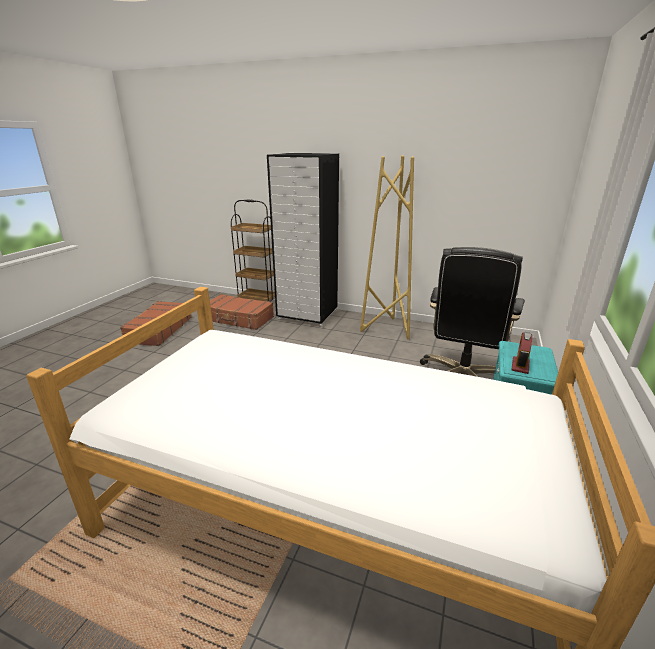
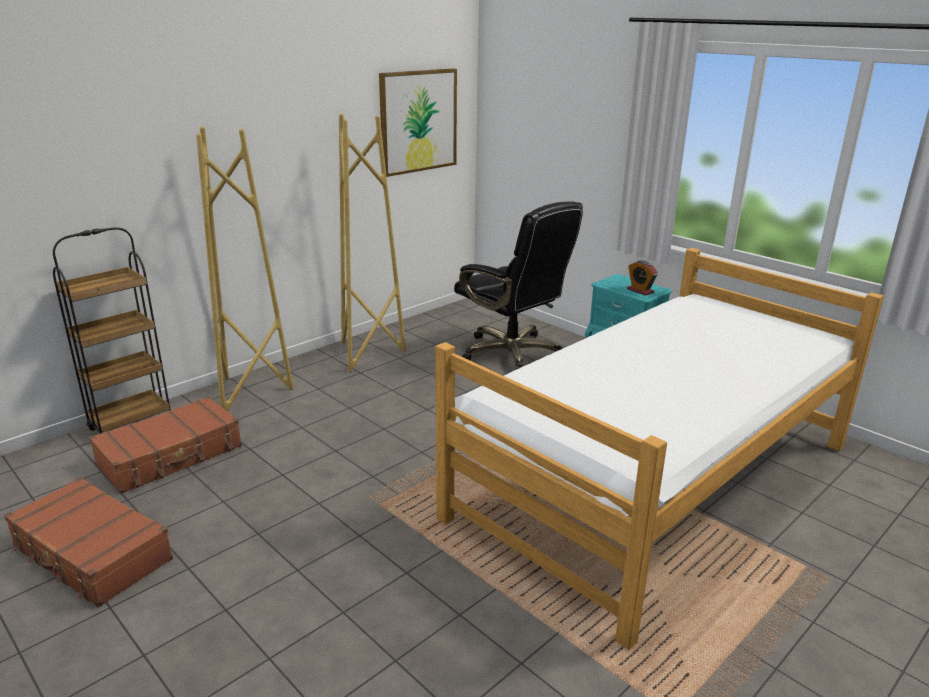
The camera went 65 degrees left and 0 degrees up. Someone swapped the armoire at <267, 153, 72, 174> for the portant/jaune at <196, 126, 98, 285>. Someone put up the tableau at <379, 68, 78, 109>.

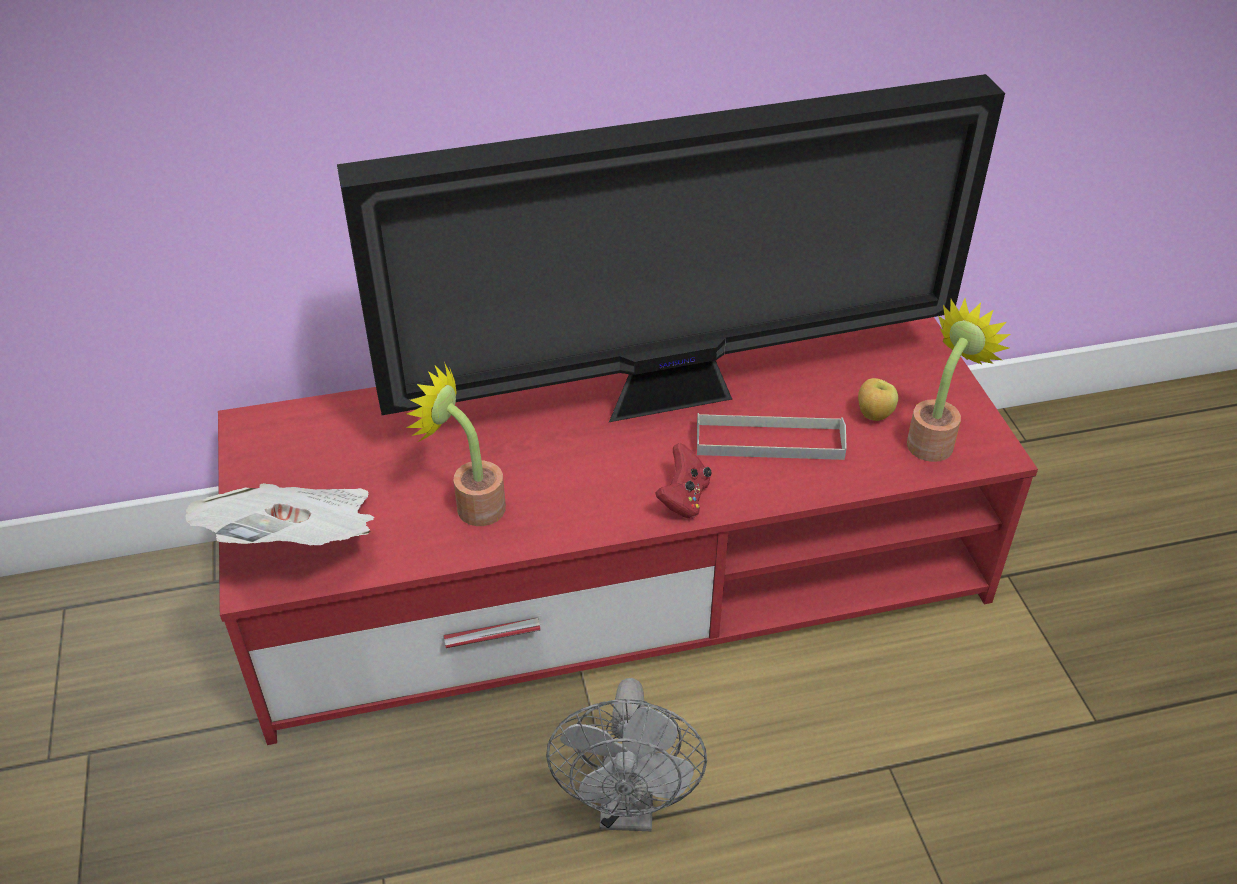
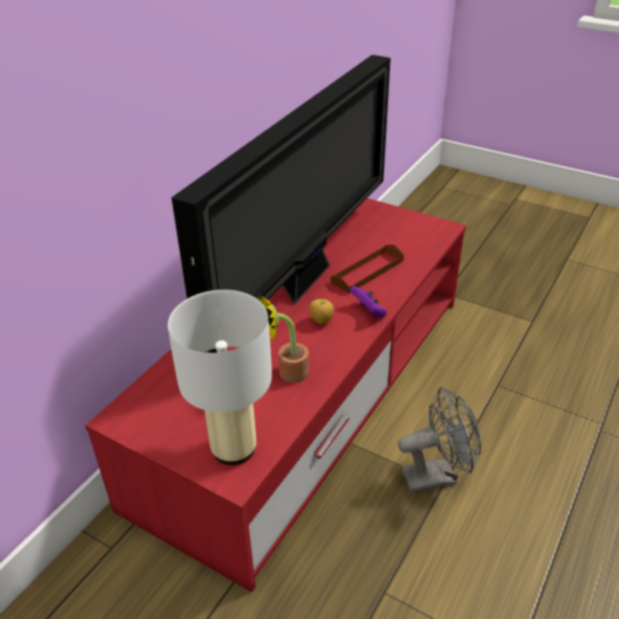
The camera went 45 degrees left and 5 degrees down. Someone swapped the journal at <185, 483, 190, 62> for the lampe de table/blanc at <168, 290, 104, 175>. Someone carried the pomme from <858, 378, 40, 43> to <309, 299, 25, 25>. Someone repainted the plateau/gris at <697, 413, 150, 47>, which became the plateau/marron at <331, 245, 73, 49>. Someone repainted the manette/rouge at <655, 443, 57, 75>, which became the manette/violet at <350, 286, 37, 32>. Someone rotated the ventilateur/gris at <546, 678, 161, 153> by 60 degrees counterclockwise. Someone took away the plante en pot at <907, 298, 103, 164>.

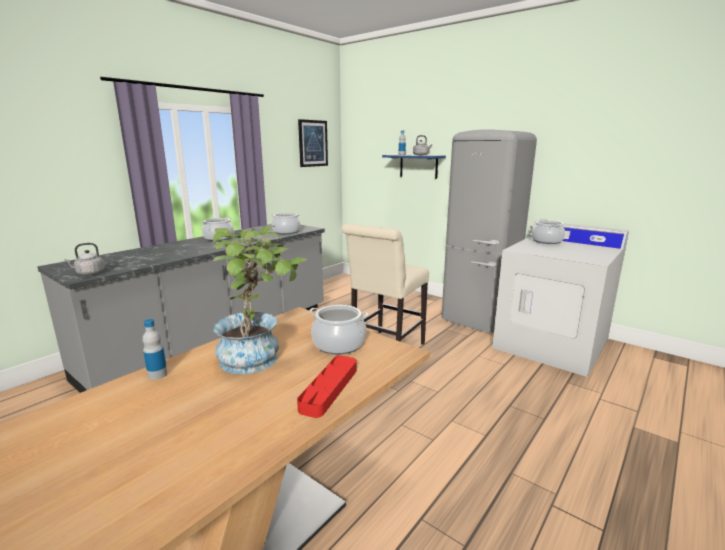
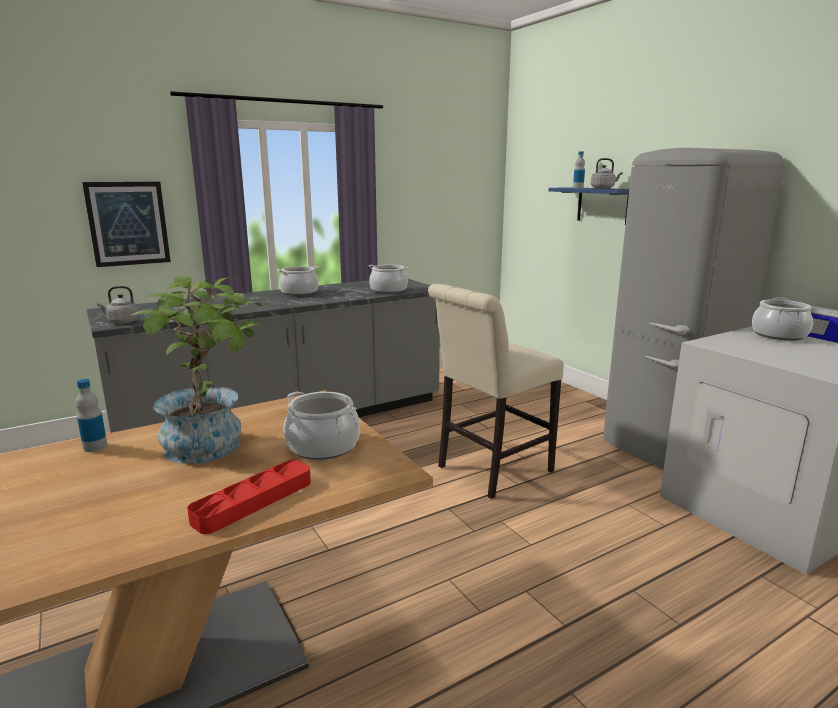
The camera went 20 degrees right and 0 degrees up. Someone carried the tableau from <298, 119, 30, 48> to <82, 182, 89, 85>.

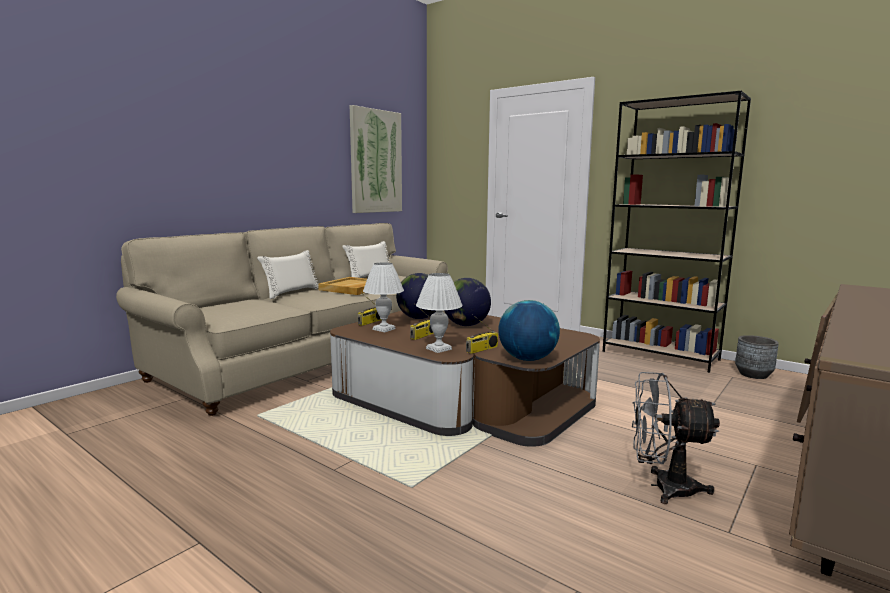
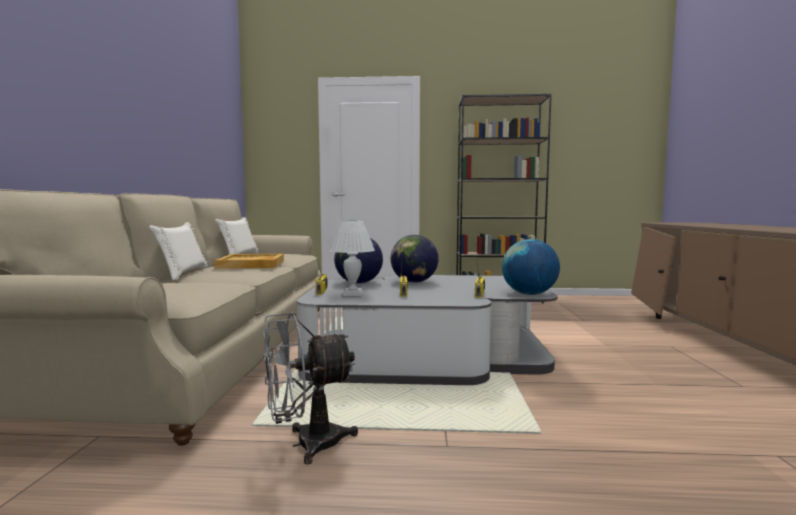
The camera went 35 degrees left and 5 degrees down. Someone carried the ventilateur/gris from <632, 372, 88, 132> to <263, 312, 95, 153>. Someone repainted the table basse/marron at <330, 311, 270, 136>, which became the table basse/gris at <297, 275, 261, 110>. Someone took away the tableau at <350, 105, 52, 108>. Someone took away the lampe de table/blanc at <416, 273, 47, 80>. Someone took away the cache-pot/gris at <735, 335, 44, 44>.

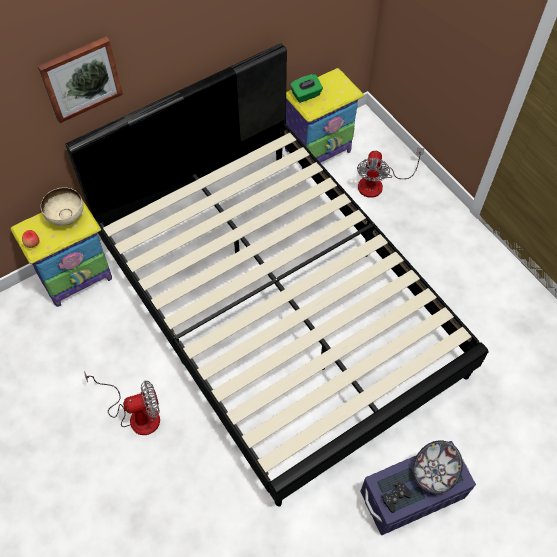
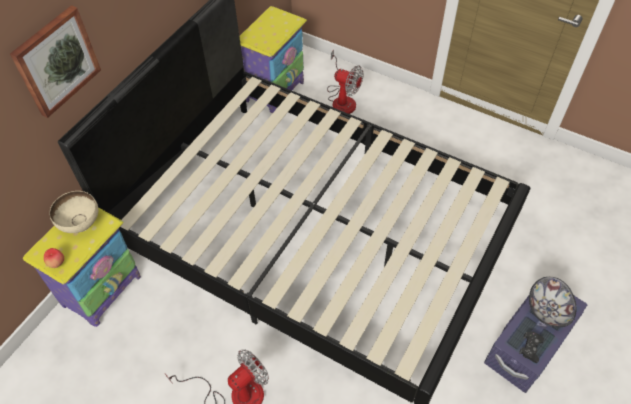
The camera went 25 degrees left and 5 degrees down. Someone rotated the ventilateur at <357, 148, 68, 50> by 45 degrees counterclockwise. Someone took away the boîte à mouchoirs/vert at <290, 74, 33, 29>.

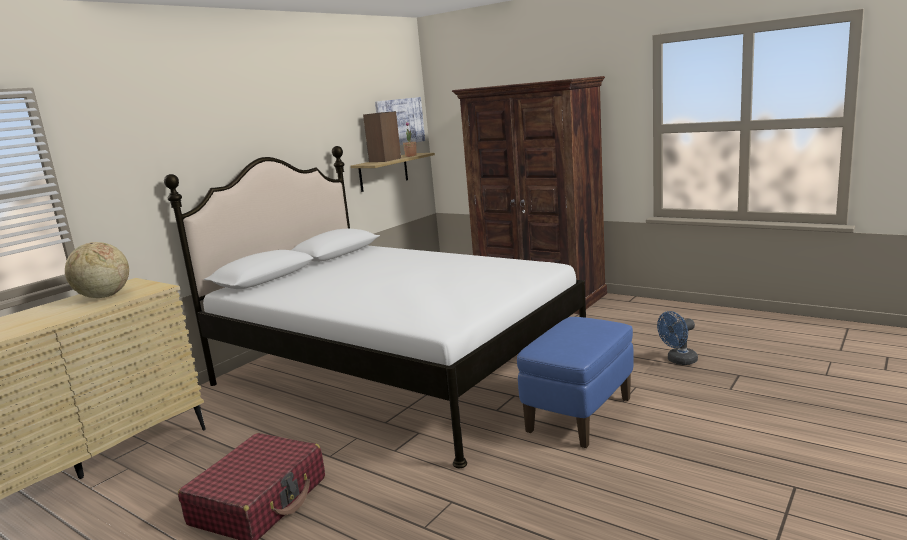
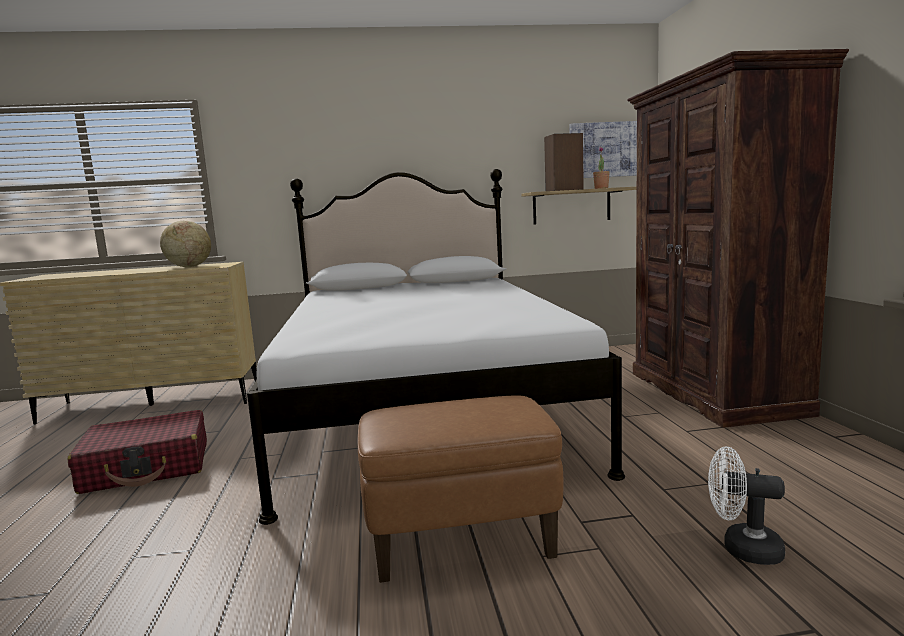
The camera went 45 degrees right and 5 degrees down. Someone repainted the pouf/bleu at <517, 317, 117, 131>, which became the pouf/marron at <358, 395, 205, 188>. Someone repainted the ventilateur/bleu at <657, 311, 41, 54>, which became the ventilateur/blanc at <708, 446, 77, 119>.

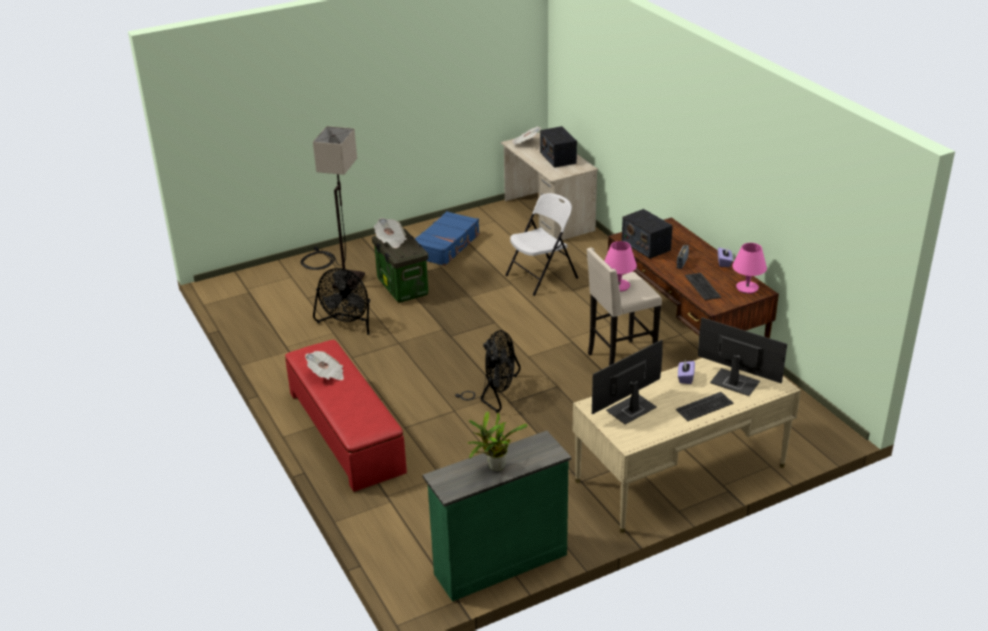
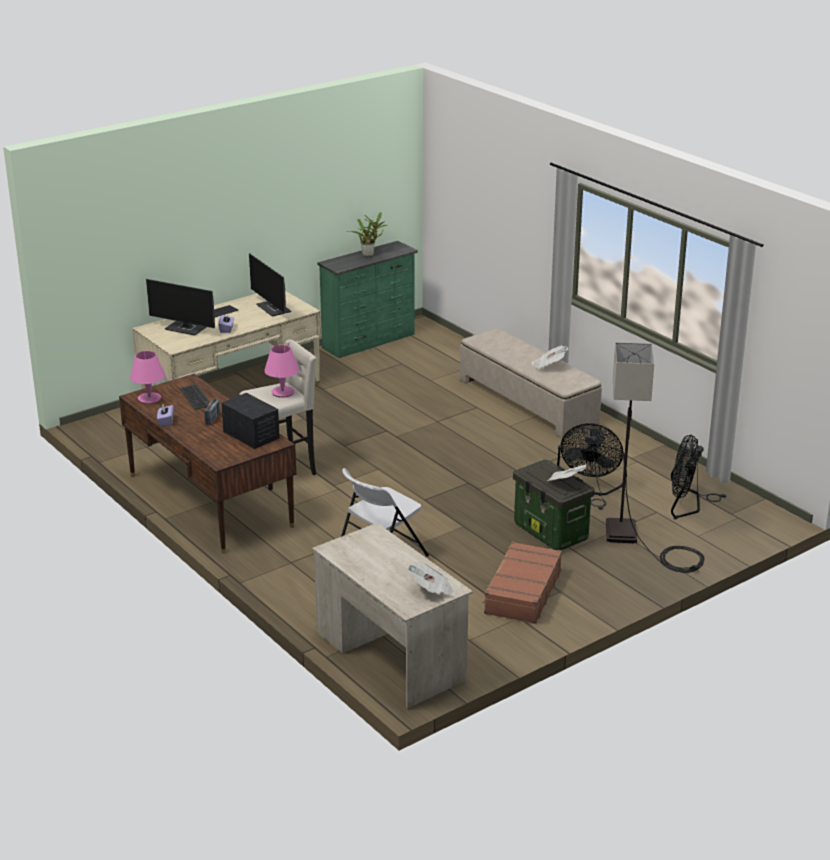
The camera went 170 degrees right and 5 degrees down. Someone rotated the écran d'ordinateur at <592, 340, 71, 84> by 105 degrees clockwise. Someone repainted the banc/rouge at <285, 340, 122, 152>, which became the banc/beige at <460, 328, 142, 110>. Someone repainted the valise/bleu at <415, 211, 65, 55>, which became the valise/marron at <482, 541, 80, 83>. Someone carried the ventilateur/noir from <455, 330, 66, 83> to <671, 435, 56, 84>. Someone took away the radio at <540, 126, 37, 42>.

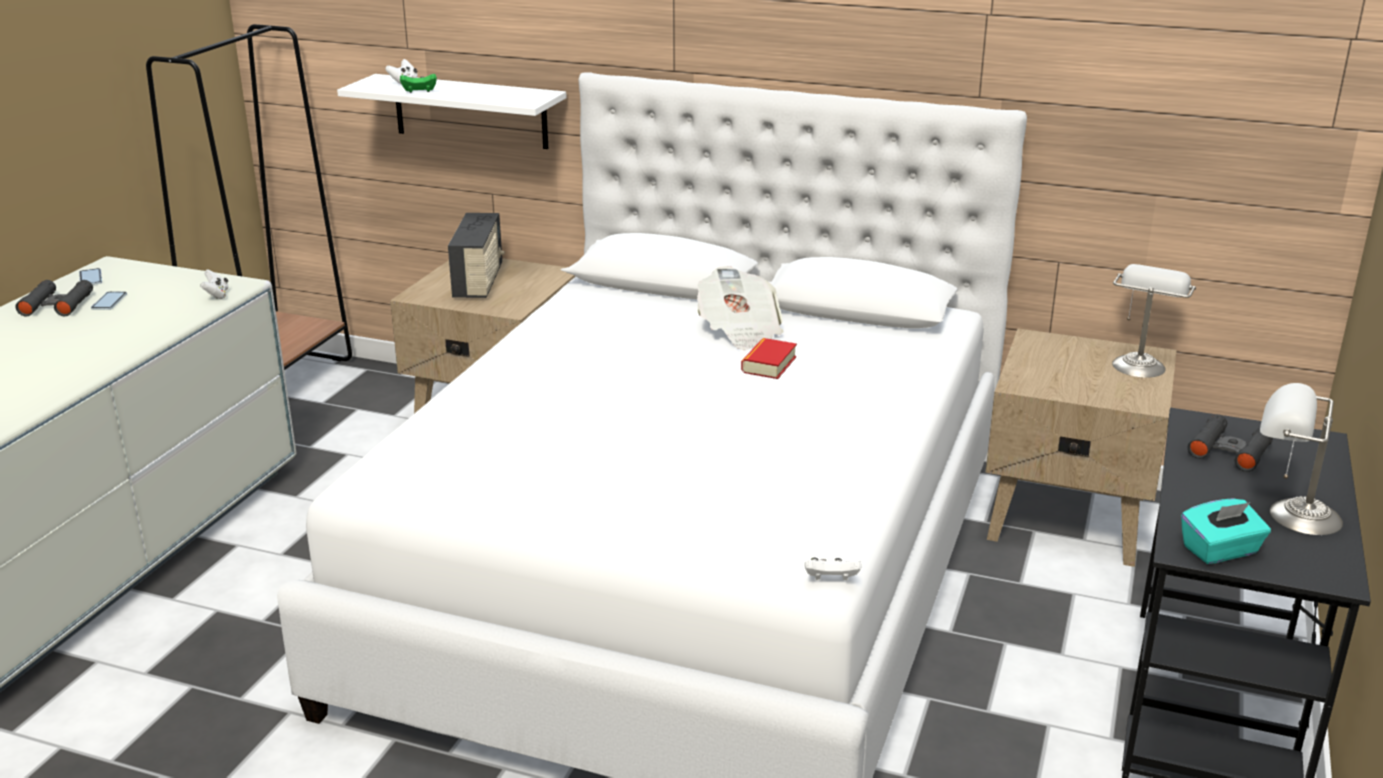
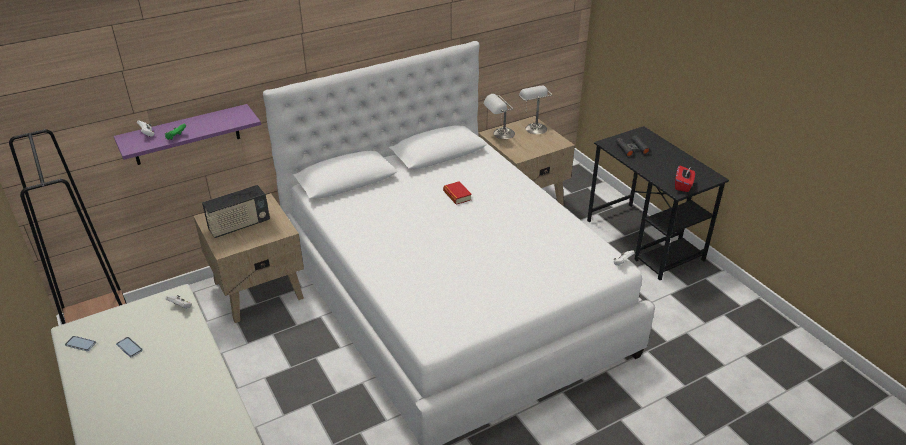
The camera went 50 degrees left and 10 degrees up. Someone repainted the étagère/blanc at <337, 74, 230, 75>, which became the étagère/violet at <114, 104, 147, 61>. Someone rotated the radio at <448, 213, 57, 85> by 105 degrees clockwise. Someone carried the lampe de table/blanc from <1260, 383, 83, 152> to <484, 94, 31, 45>. Someone repainted the boîte à mouchoirs/turquoise at <1181, 498, 90, 66>, which became the boîte à mouchoirs/rouge at <675, 166, 20, 26>. Someone took away the jumelles/noir at <15, 280, 78, 37>. Someone took away the journal at <697, 266, 86, 84>.

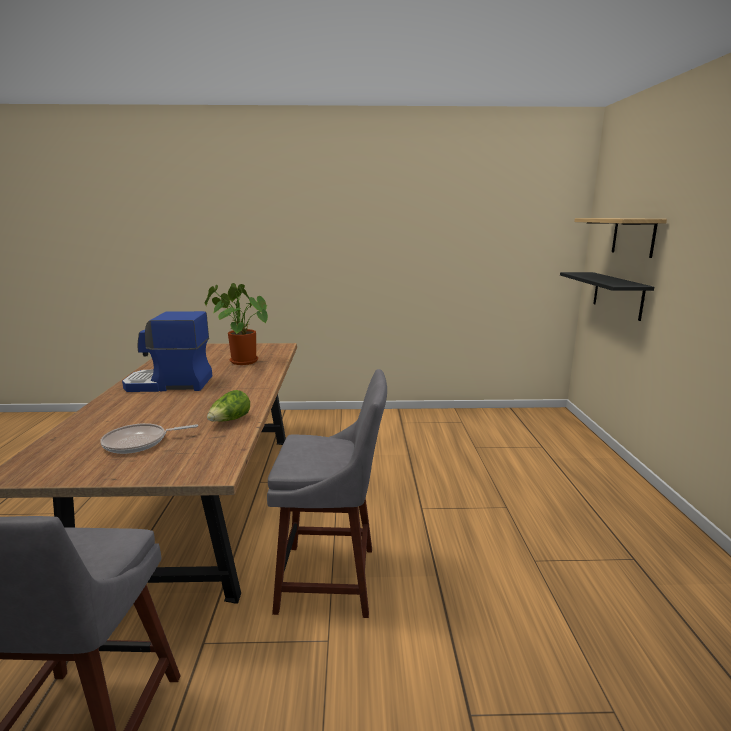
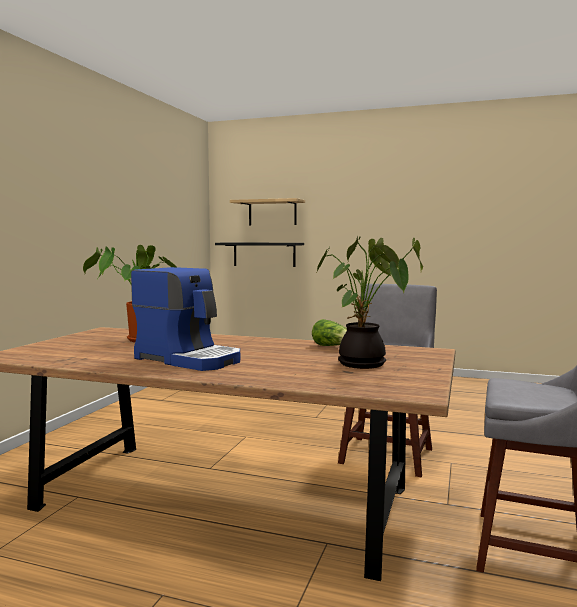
The camera went 70 degrees left and 10 degrees down. Someone rotated the machine à café at <122, 311, 90, 81> by 75 degrees counterclockwise. Someone swapped the poêle at <100, 423, 98, 31> for the plante en pot at <317, 236, 106, 133>.

